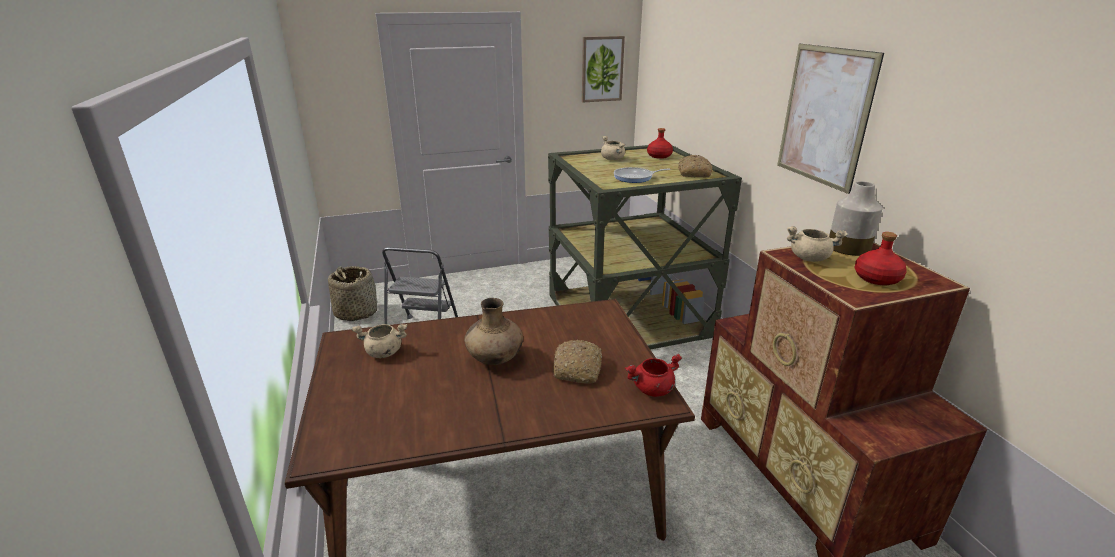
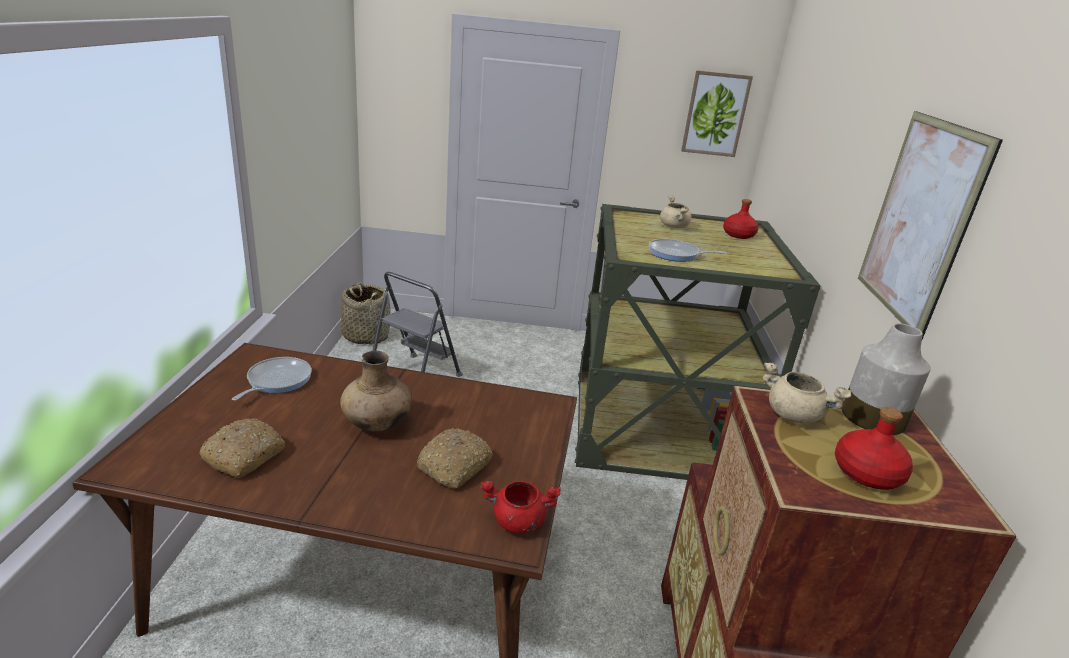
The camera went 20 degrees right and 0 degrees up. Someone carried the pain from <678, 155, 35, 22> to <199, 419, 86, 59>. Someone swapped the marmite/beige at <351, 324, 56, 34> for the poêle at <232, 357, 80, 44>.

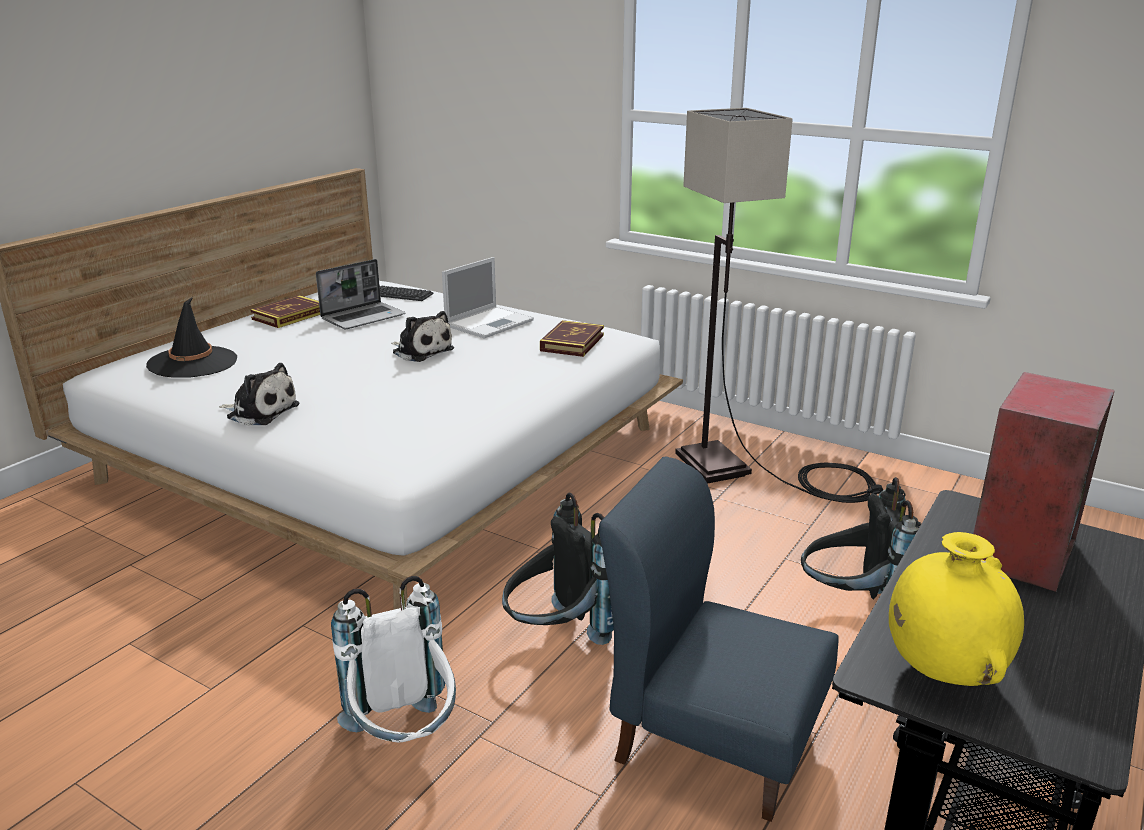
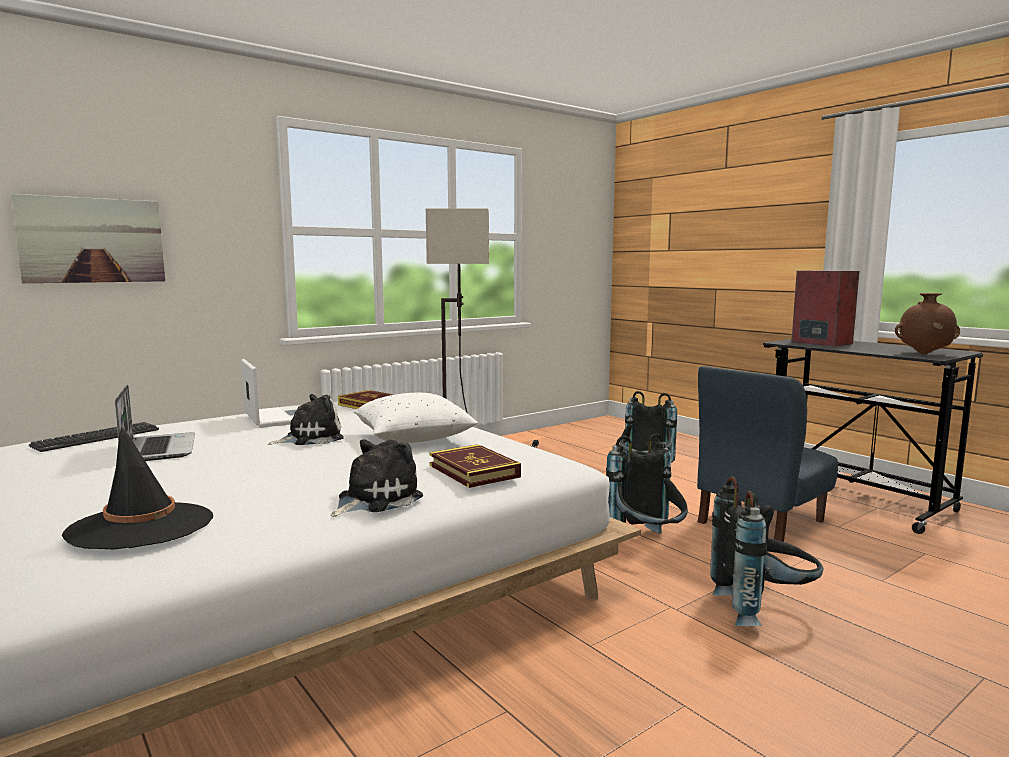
The camera went 70 degrees left and 15 degrees down. Someone put up the tableau at <11, 194, 154, 89>. Someone put down the coussin/blanc at <354, 393, 124, 50>. Someone carried the livre from <250, 295, 70, 33> to <429, 444, 92, 44>. Someone repainted the sac à dos/blanc at <331, 576, 125, 166>, which became the sac à dos/noir at <710, 476, 113, 150>. Someone repainted the vase/jaune at <889, 532, 135, 154>, which became the vase/marron at <895, 293, 65, 61>.

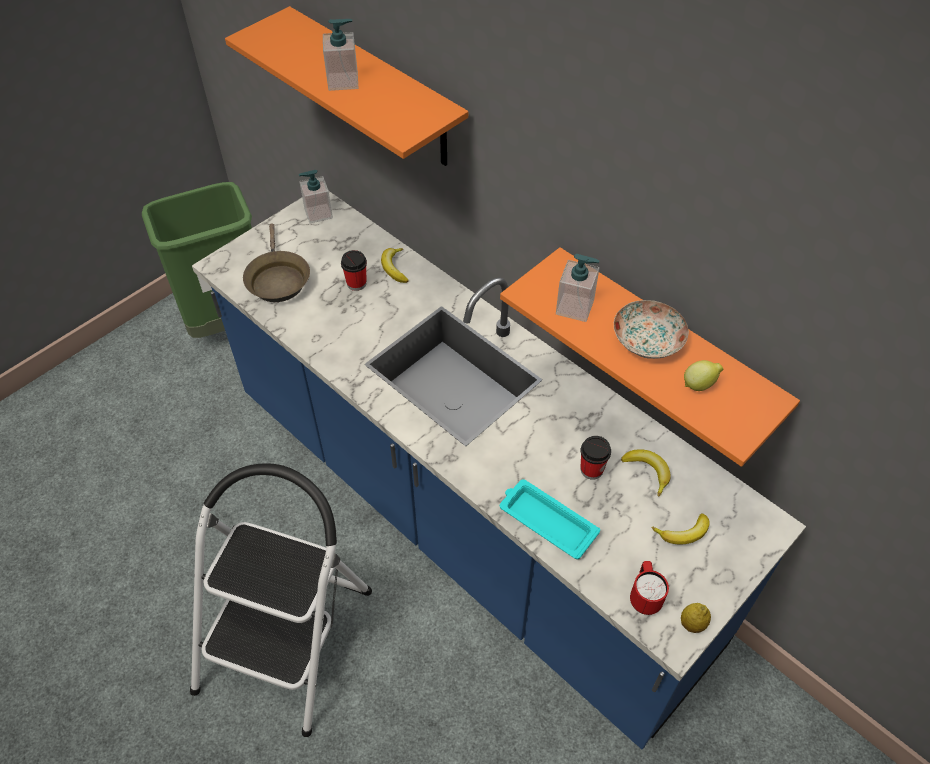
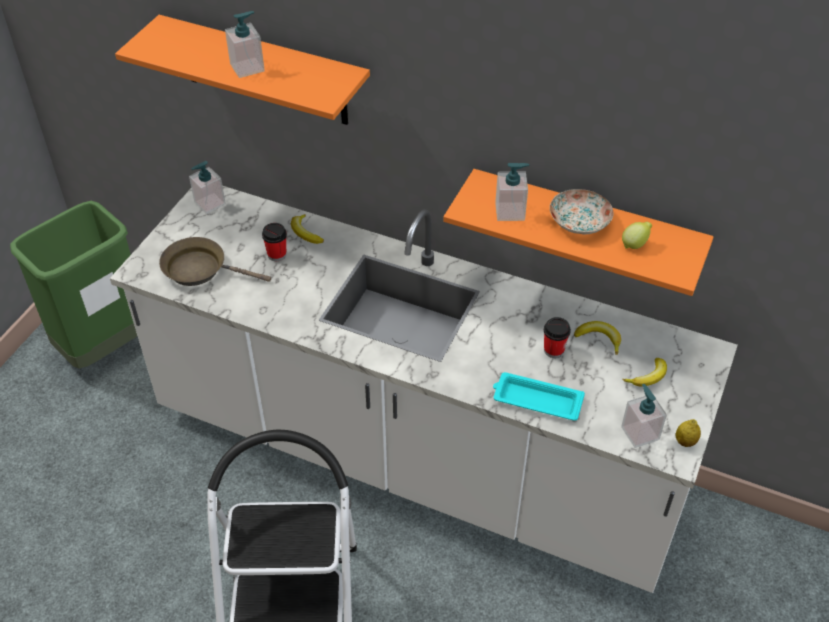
The camera went 20 degrees left and 5 degrees down. Someone repainted the comptoir de cuisine/bleu at <192, 191, 614, 558>, which became the comptoir de cuisine/blanc at <110, 186, 628, 407>. Someone rotated the poêle/marron at <243, 223, 67, 79> by 135 degrees clockwise. Someone swapped the mug/rouge at <630, 561, 39, 54> for the distributeur de savon at <621, 384, 46, 64>.

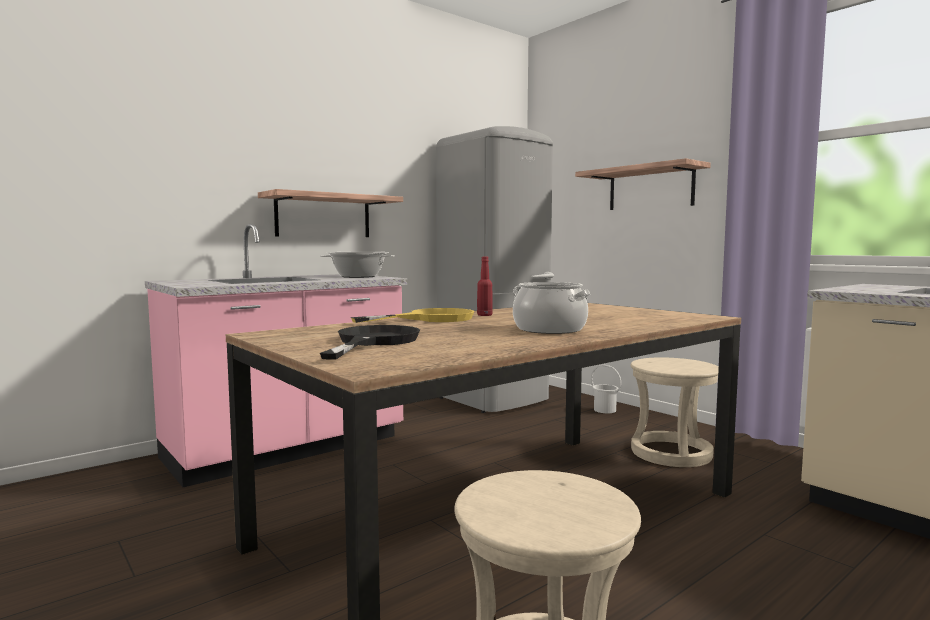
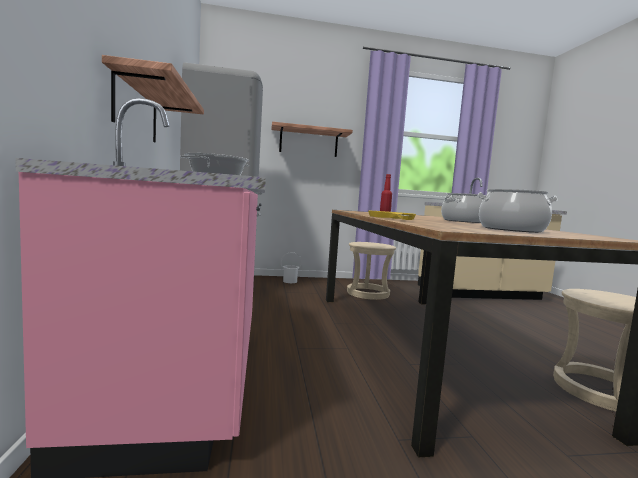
The camera went 60 degrees left and 0 degrees up. Someone swapped the poêle/noir at <320, 325, 100, 35> for the marmite at <477, 189, 81, 44>.

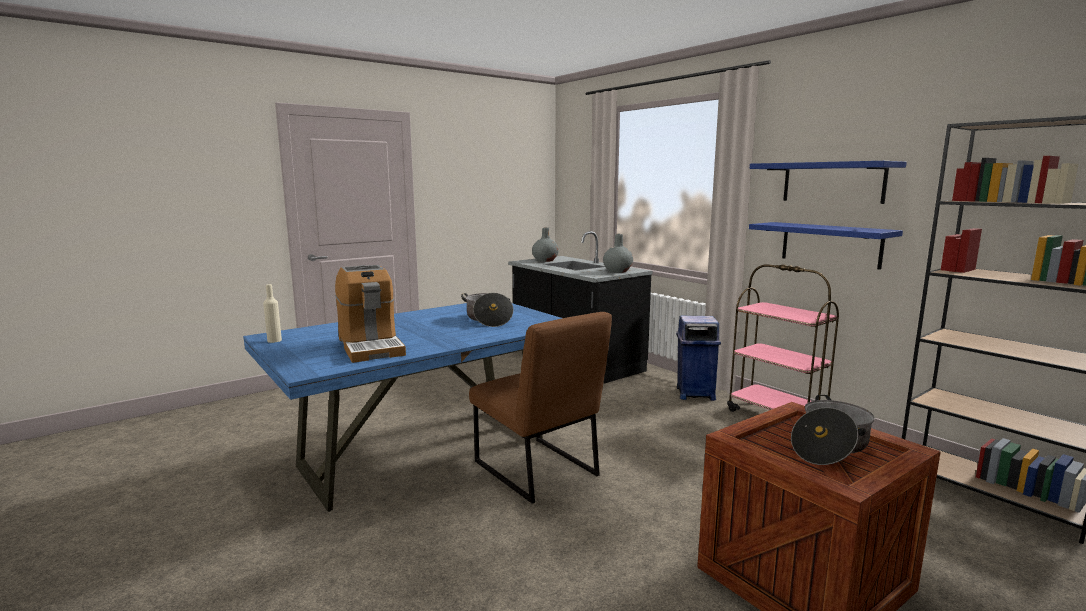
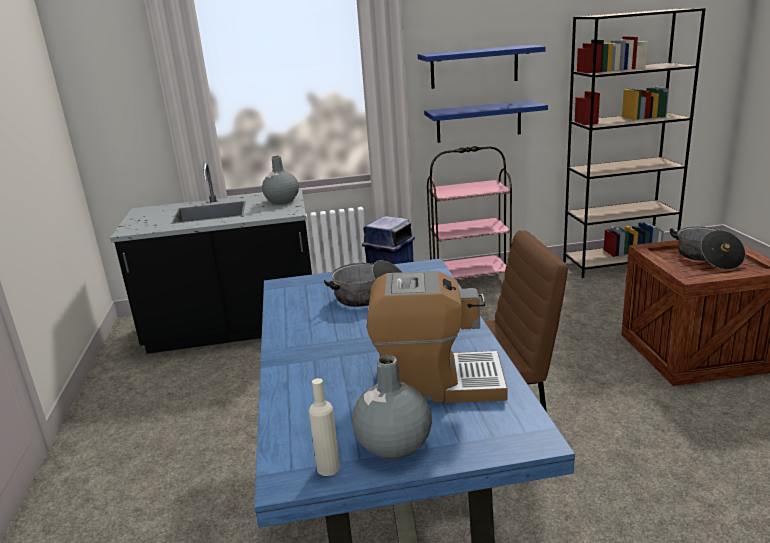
The camera went 60 degrees left and 10 degrees up. Someone carried the vase/gris from <532, 227, 27, 35> to <352, 355, 80, 105>.

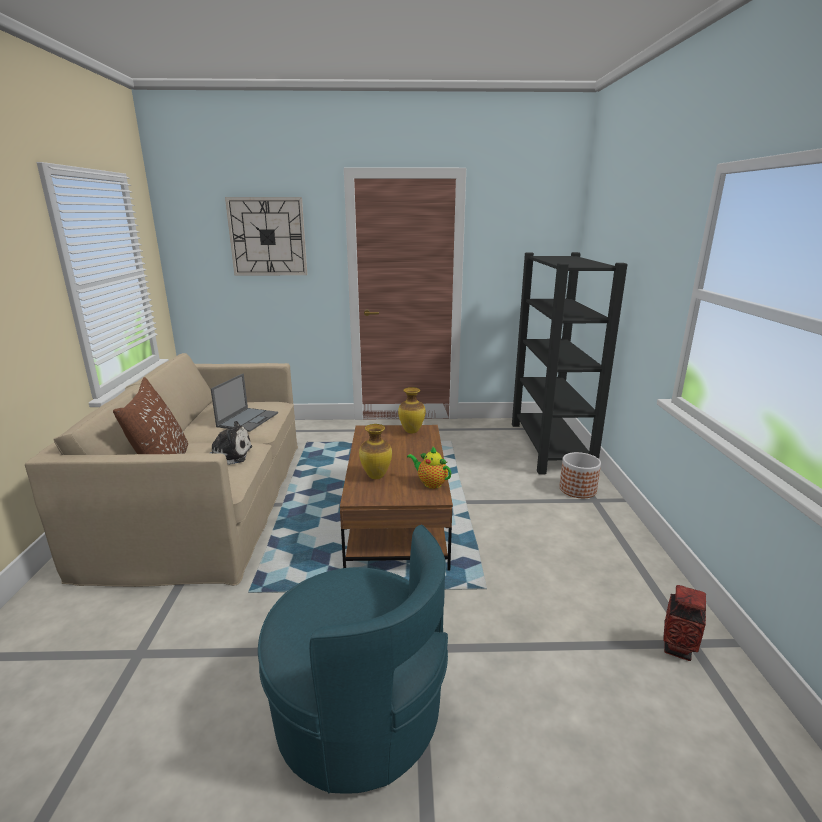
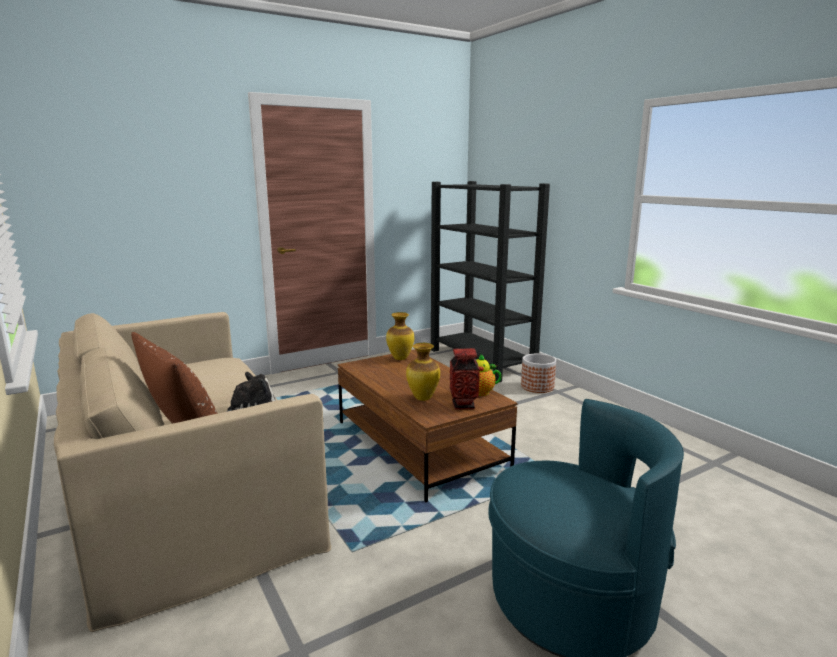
The camera went 30 degrees left and 5 degrees down. Someone carried the vase from <663, 585, 43, 76> to <450, 348, 30, 62>. Someone took away the ordinateur portable at <211, 374, 67, 58>. Someone took away the horloge murale at <225, 197, 82, 78>.

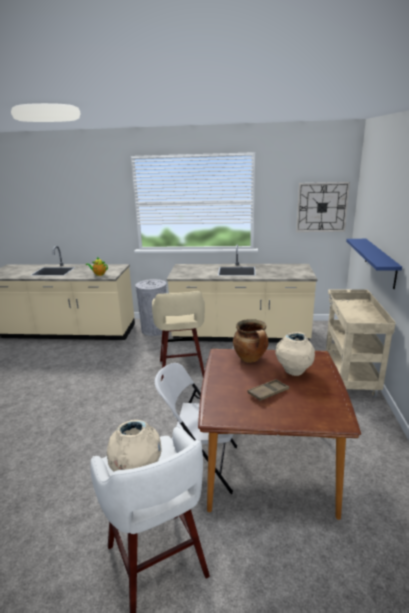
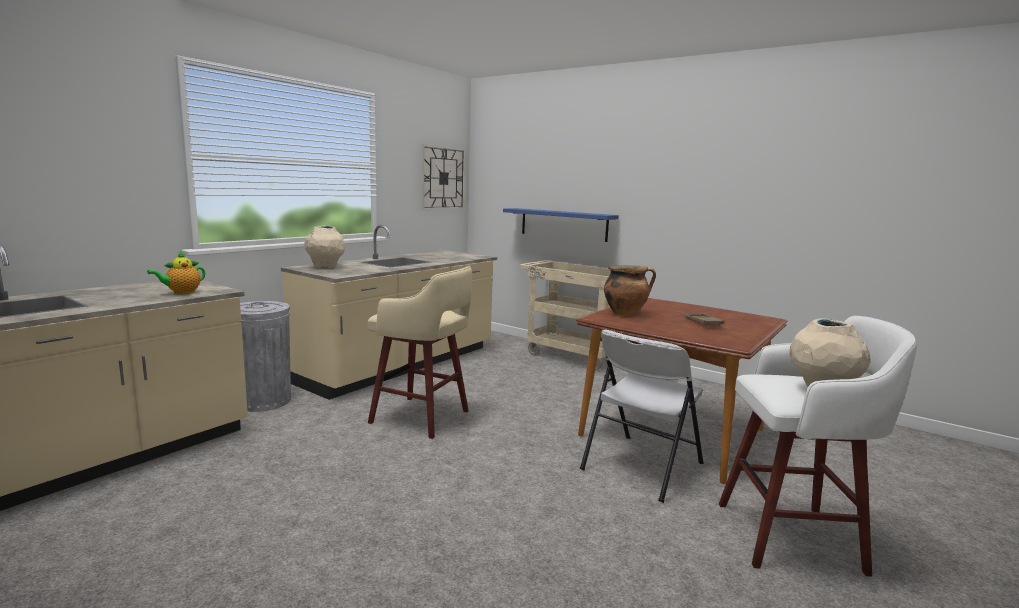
The camera went 60 degrees left and 10 degrees down. Someone carried the vase/beige from <275, 332, 40, 44> to <304, 225, 41, 43>.

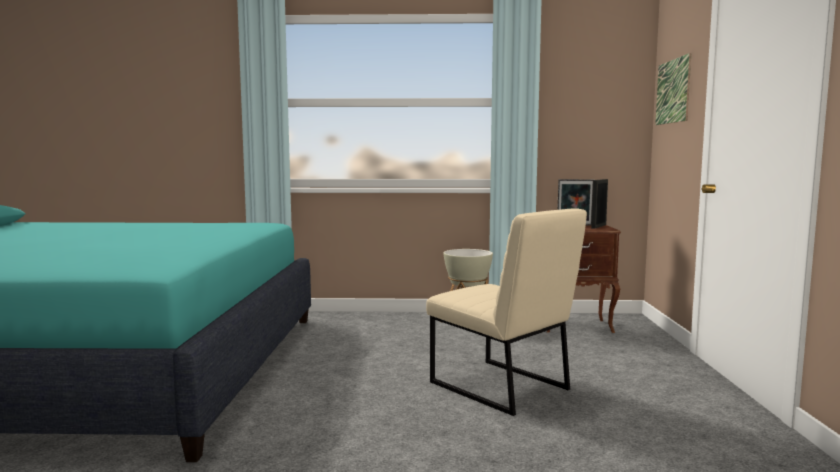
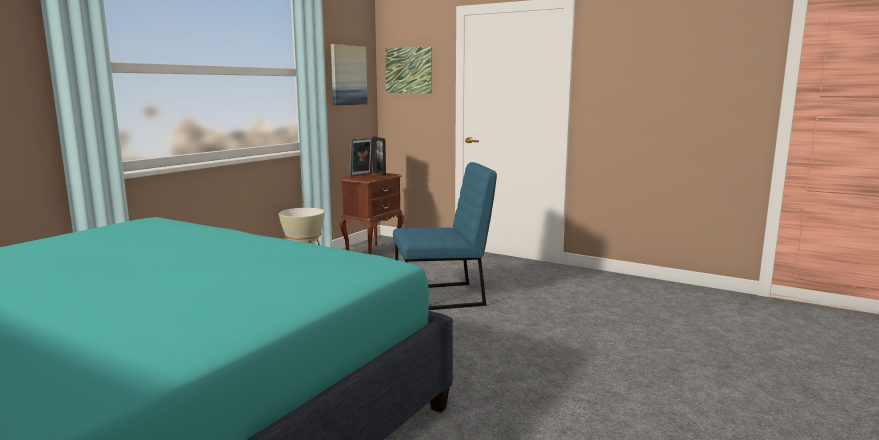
The camera went 60 degrees left and 5 degrees up. Someone put up the tableau at <331, 44, 37, 61>. Someone repainted the chaise/beige at <426, 208, 161, 208>, which became the chaise/bleu at <393, 162, 104, 148>.

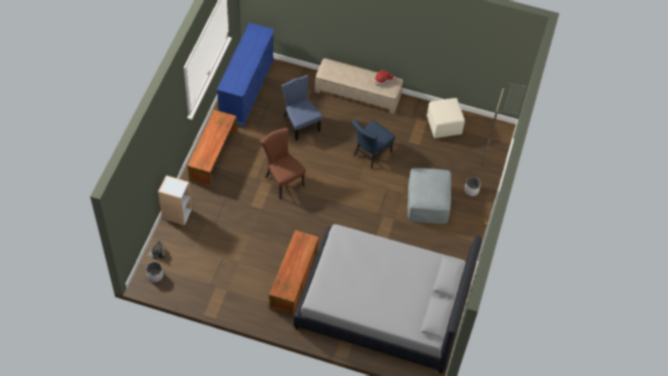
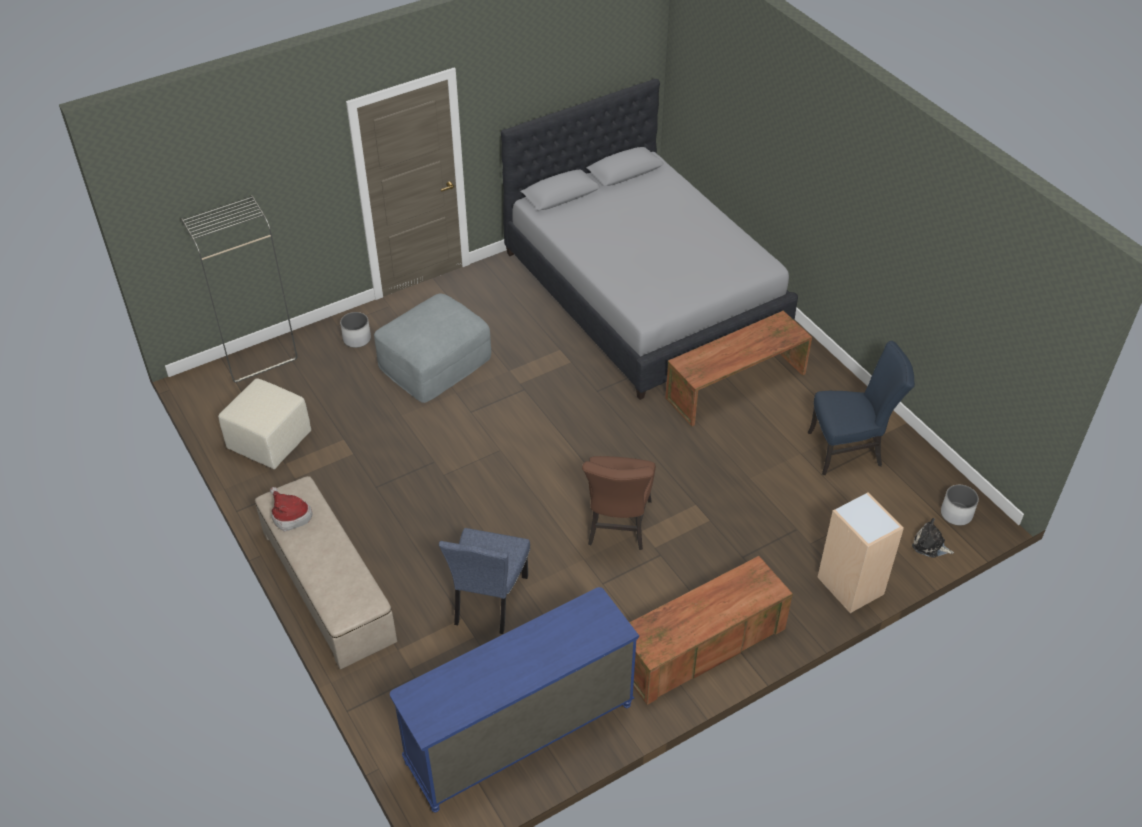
The camera went 135 degrees left and 10 degrees down. Someone carried the chaise/bleu from <352, 120, 43, 49> to <808, 341, 107, 134>.

